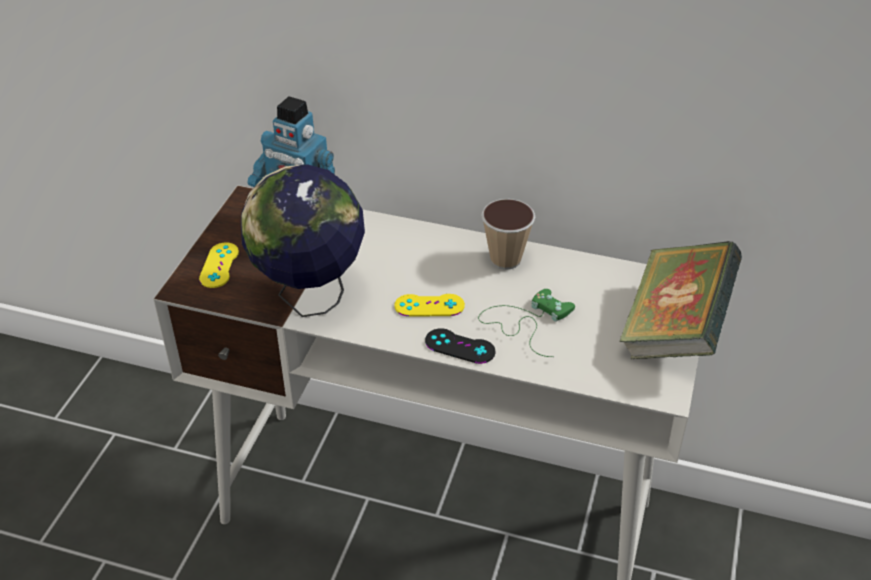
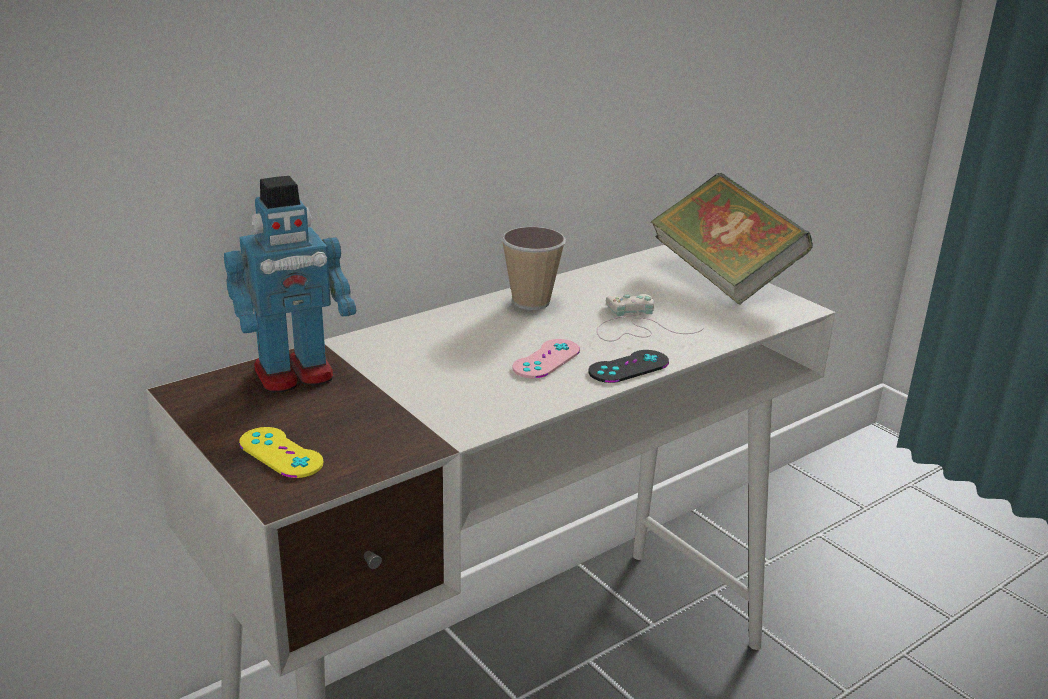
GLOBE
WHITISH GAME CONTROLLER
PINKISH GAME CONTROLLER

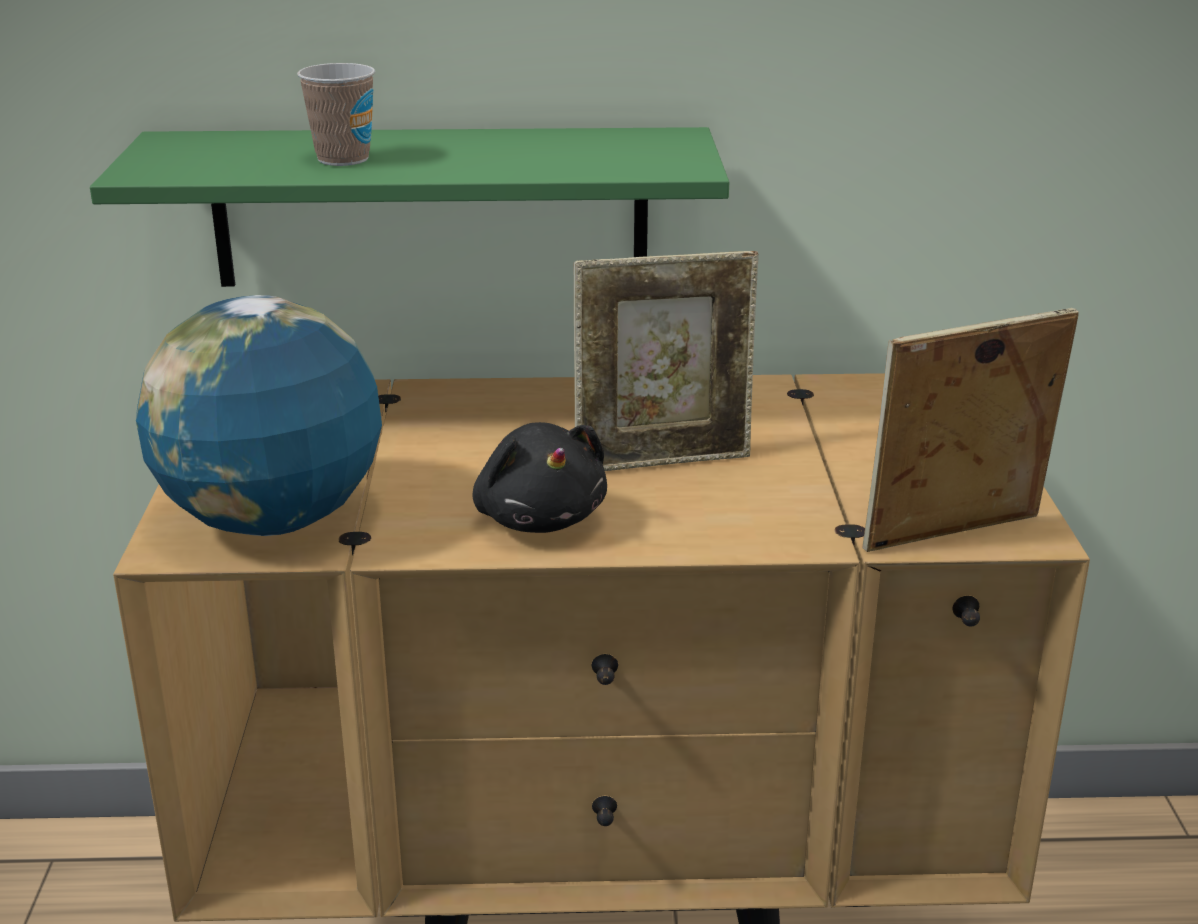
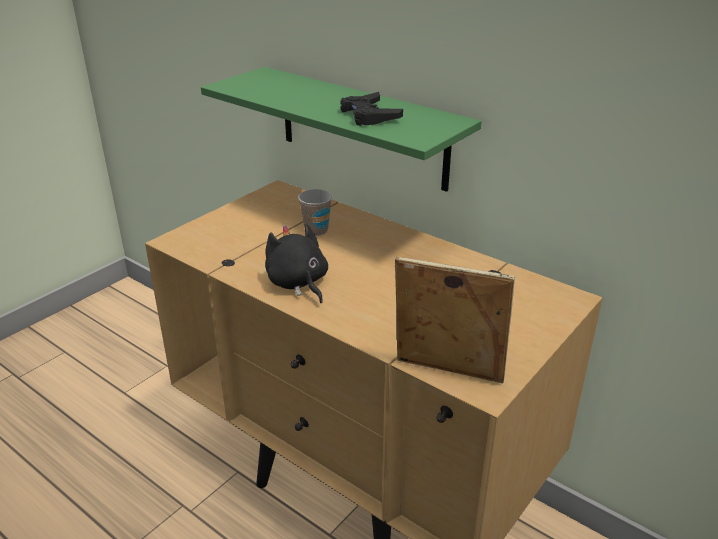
CUP
PHOTO FRAME (no. 1 from left in the first image)
GLOBE
BLACKISH CUDDLY TOY
BLACKISH GAME CONTROLLER

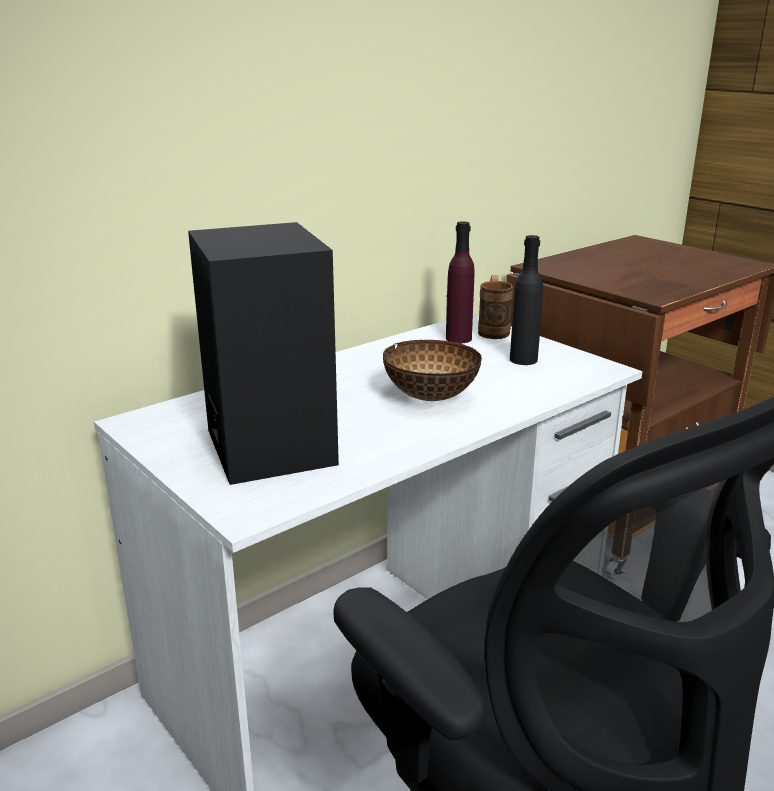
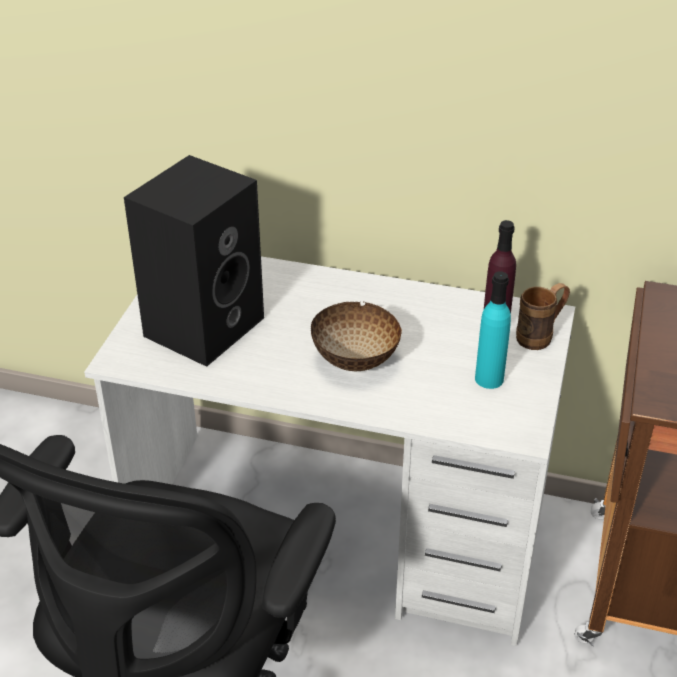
TURQUOISE-COLOURED BOTTLE

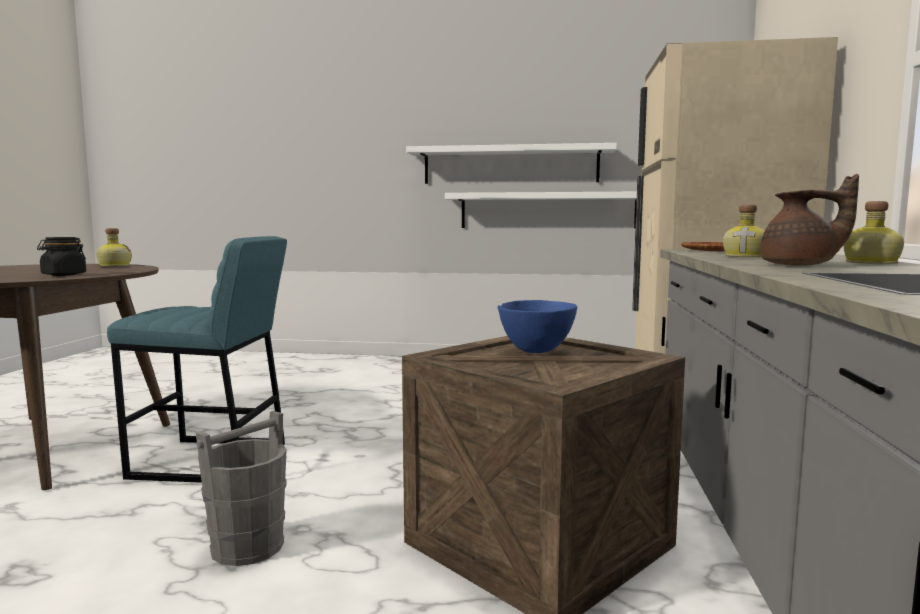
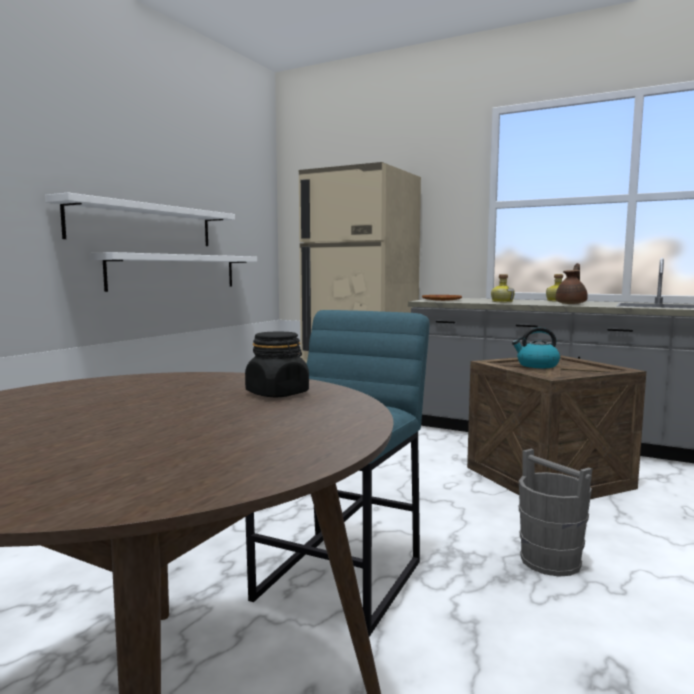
BOTTLE (no. 1 from left in the first image)
TEA KETTLE

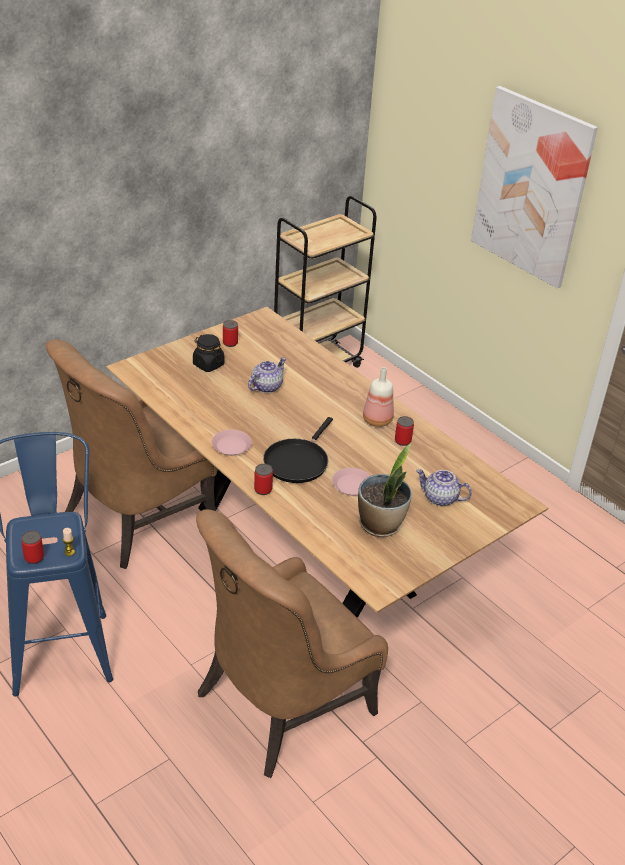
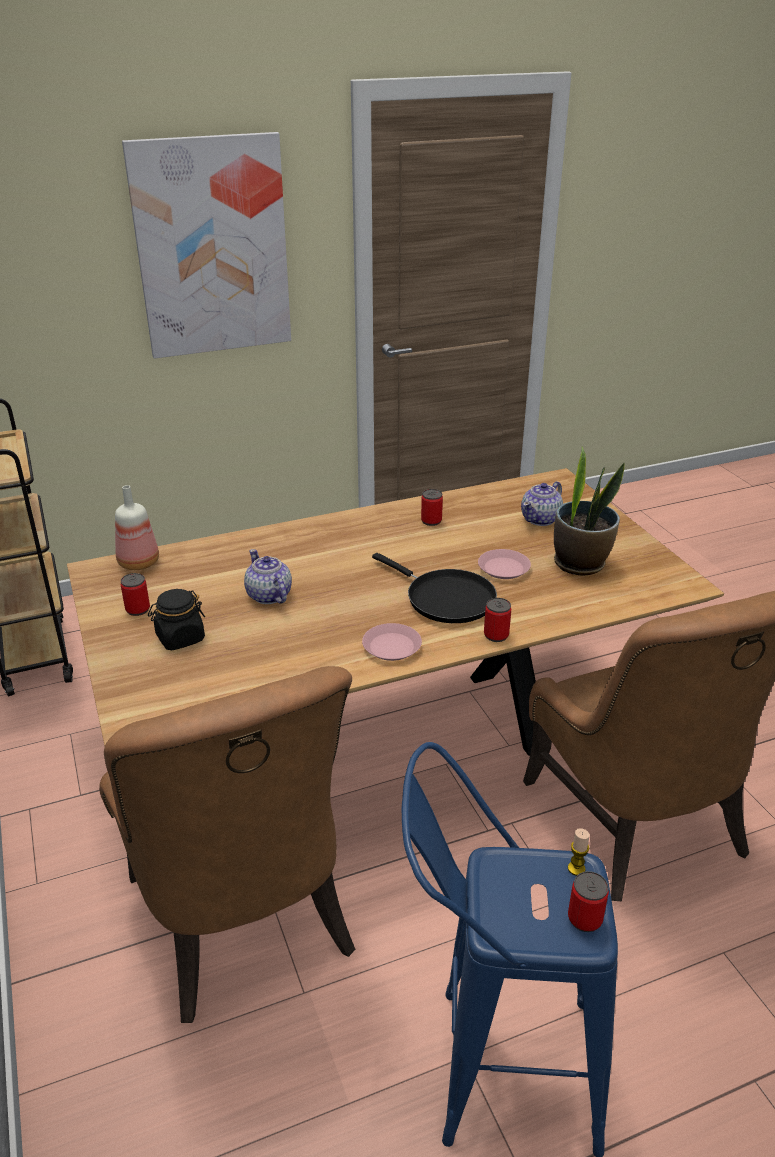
BOTTLE

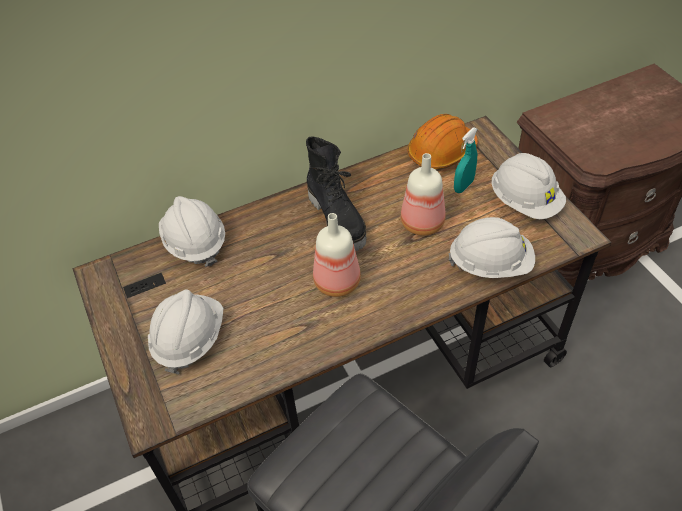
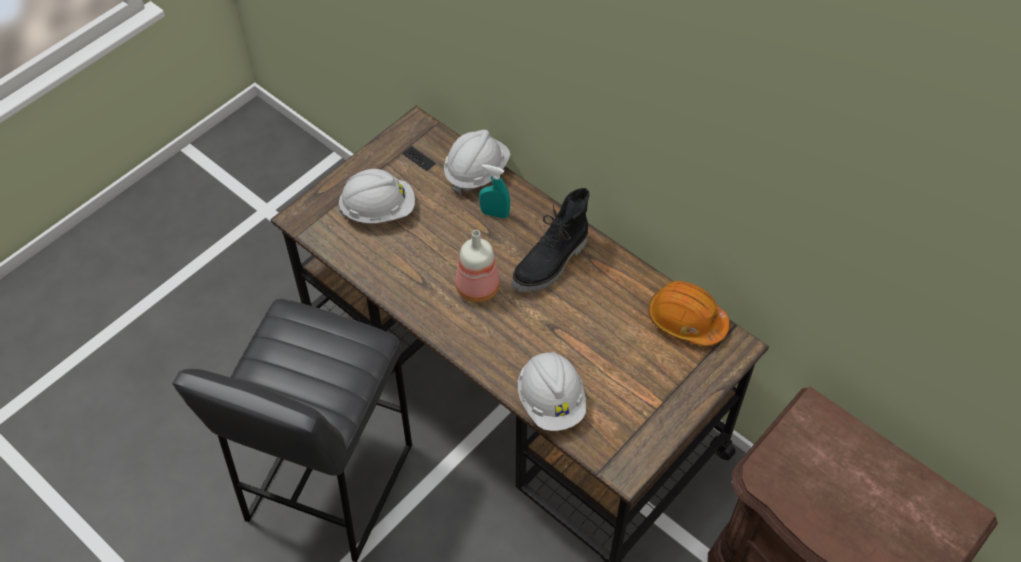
TURQUOISE-COLOURED HAND SPRAYER
BOTTLE (no. 2 from left in the first image)
WHITISH WORK HELMET (no. 4 from left in the first image)

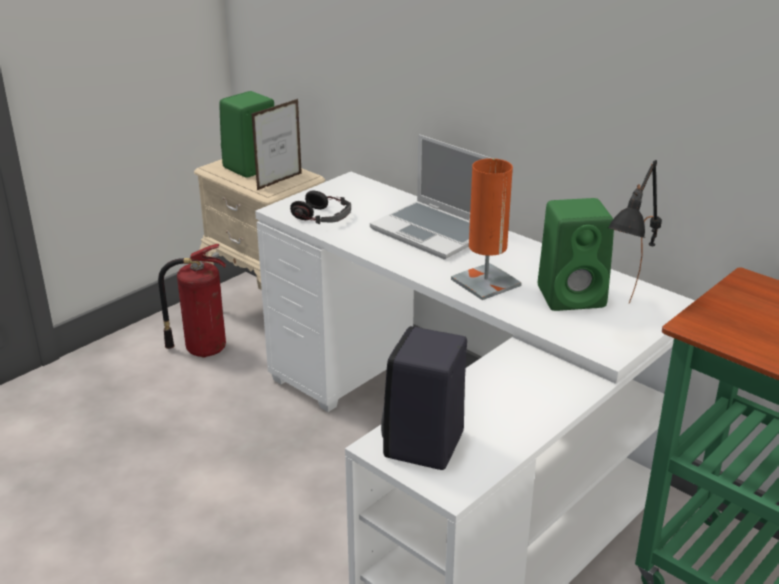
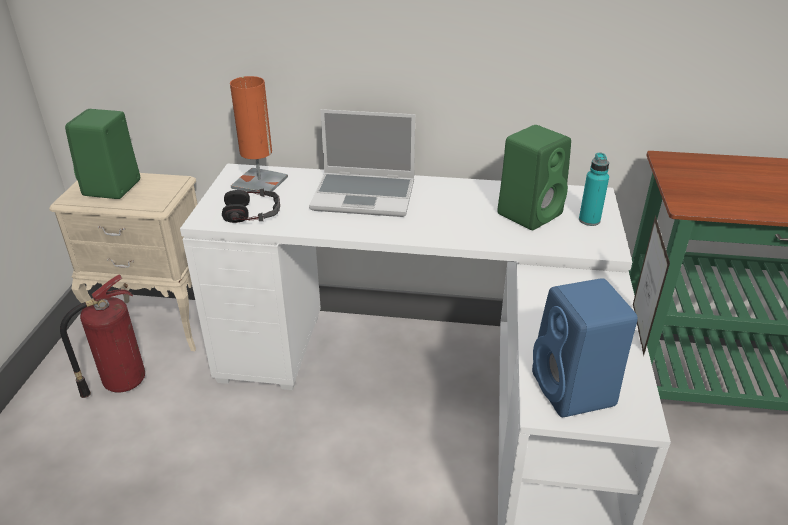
PHOTO FRAME
ORANGE TABLETOP LAMP
TURQUOISE-COLOURED BOTTLE
BLUE-COLOURED LOUDSPEAKER

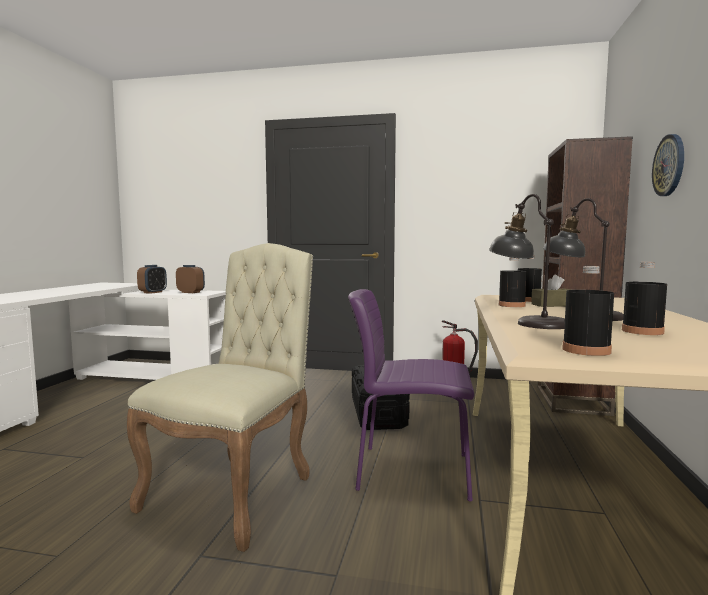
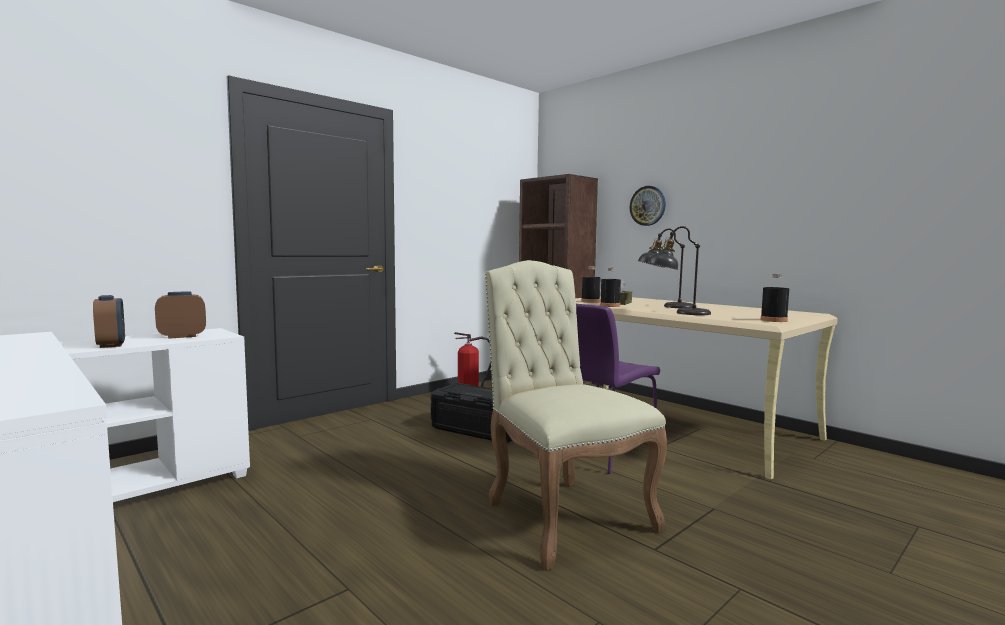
BLACKISH BOTTLE (no. 4 from left in the first image)

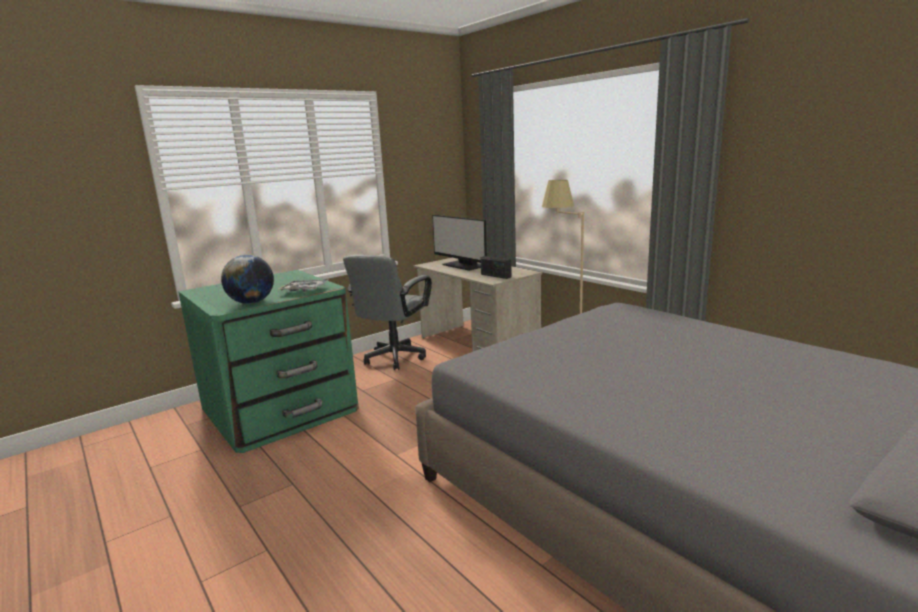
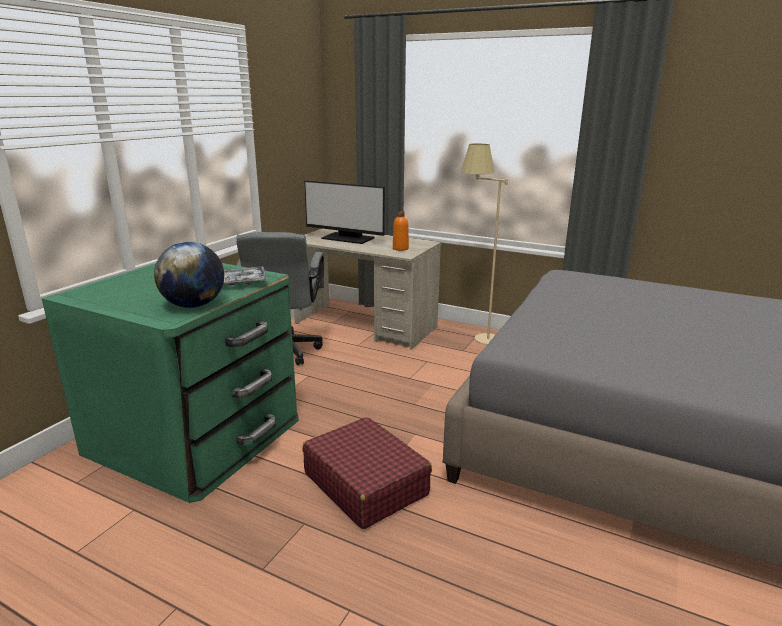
ORANGE BOTTLE
RED TRAVEL CASE

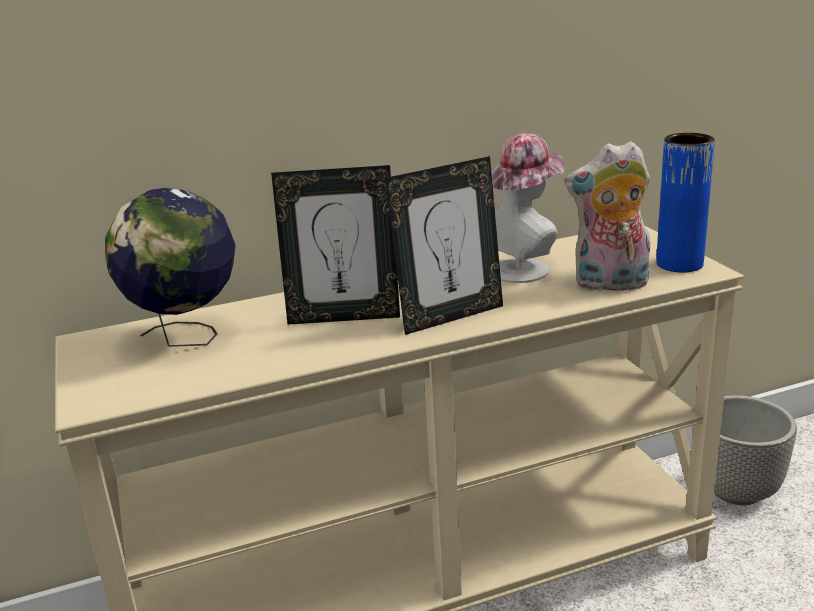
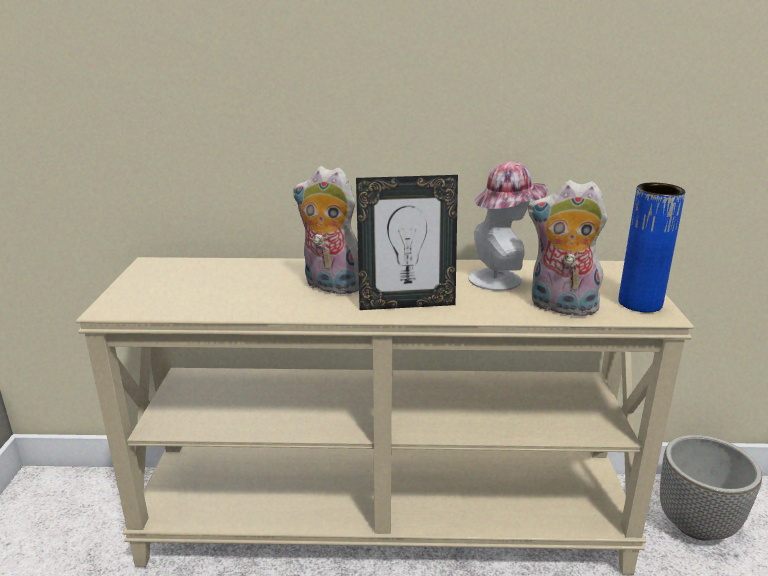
CUDDLY TOY (no. 1 from left)
GLOBE

